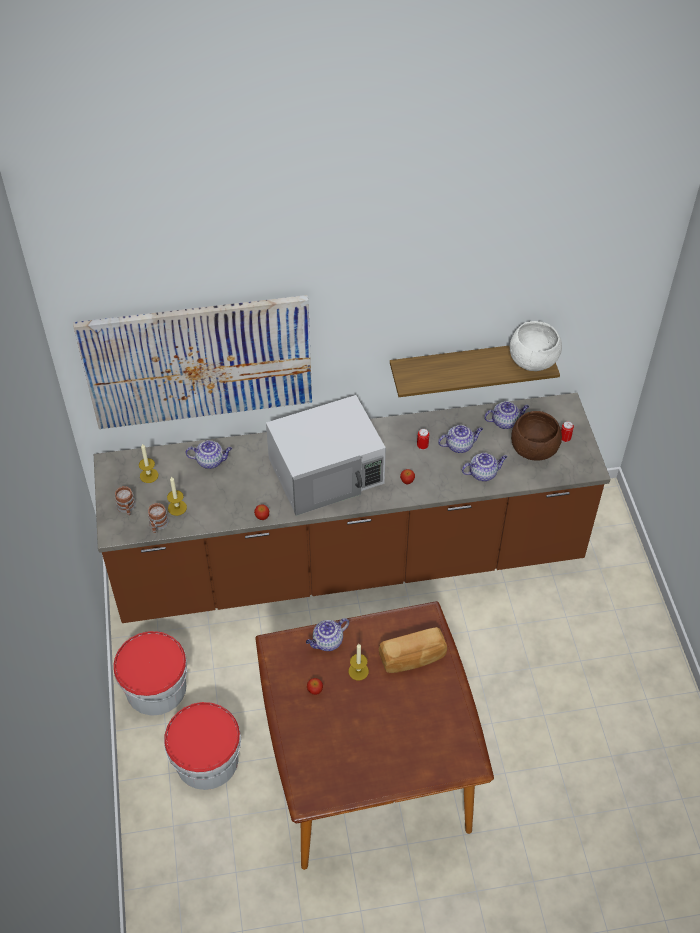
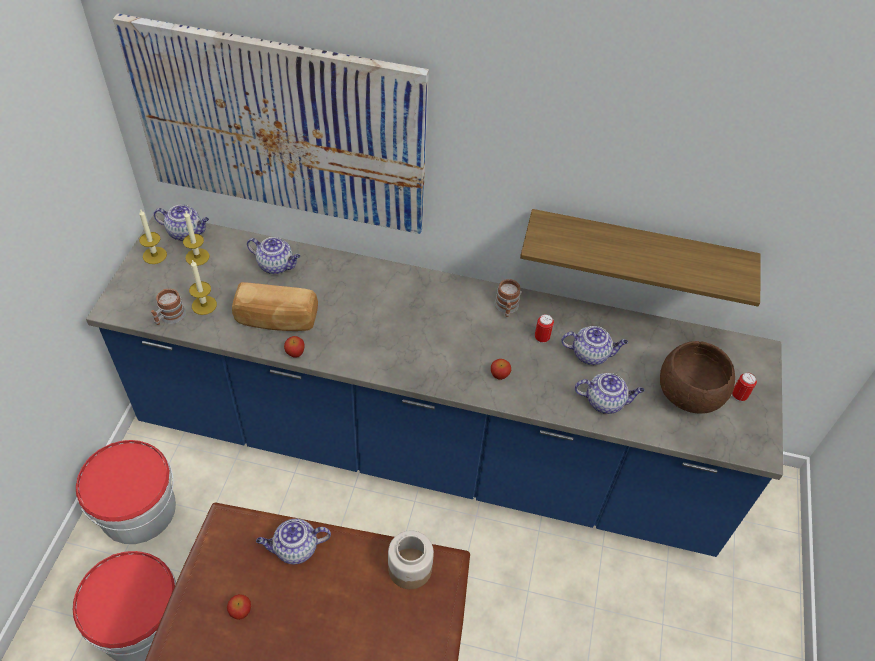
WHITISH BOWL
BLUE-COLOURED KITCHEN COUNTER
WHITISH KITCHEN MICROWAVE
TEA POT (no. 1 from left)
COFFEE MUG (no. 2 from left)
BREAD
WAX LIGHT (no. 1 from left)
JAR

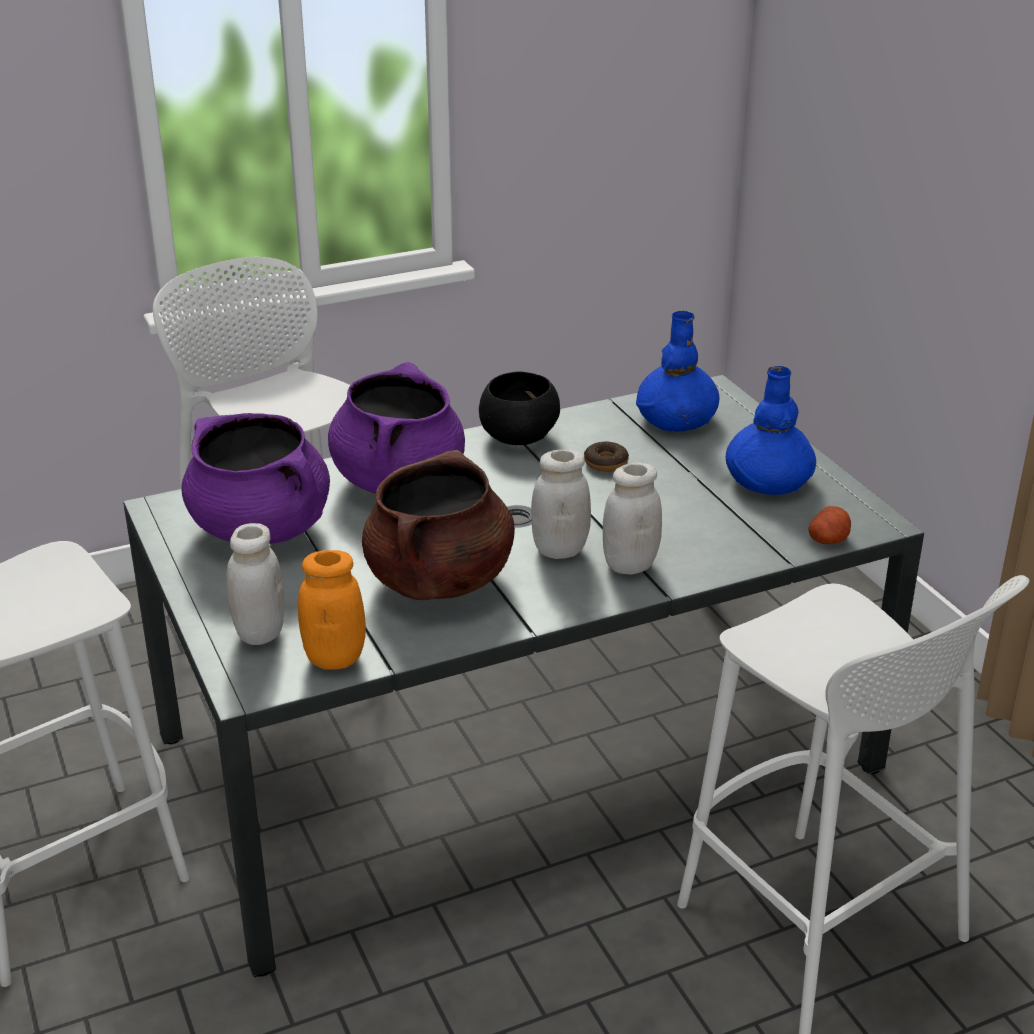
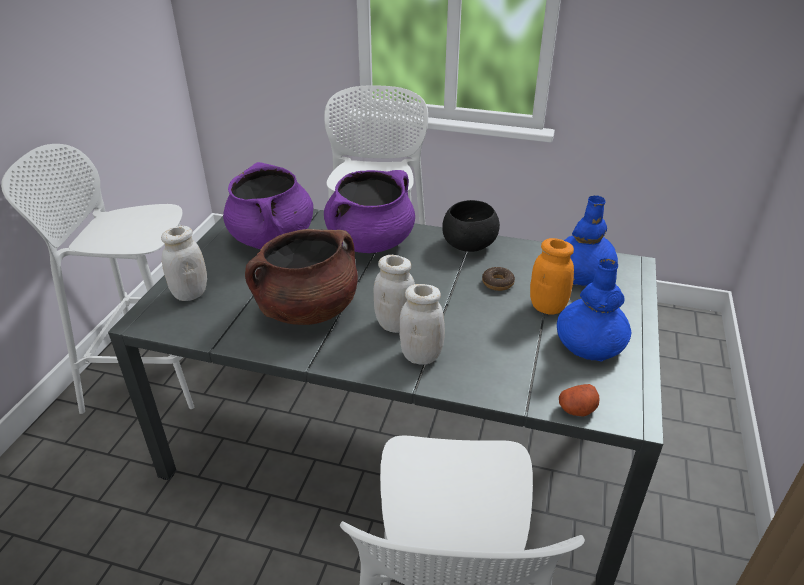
ORANGE JAR

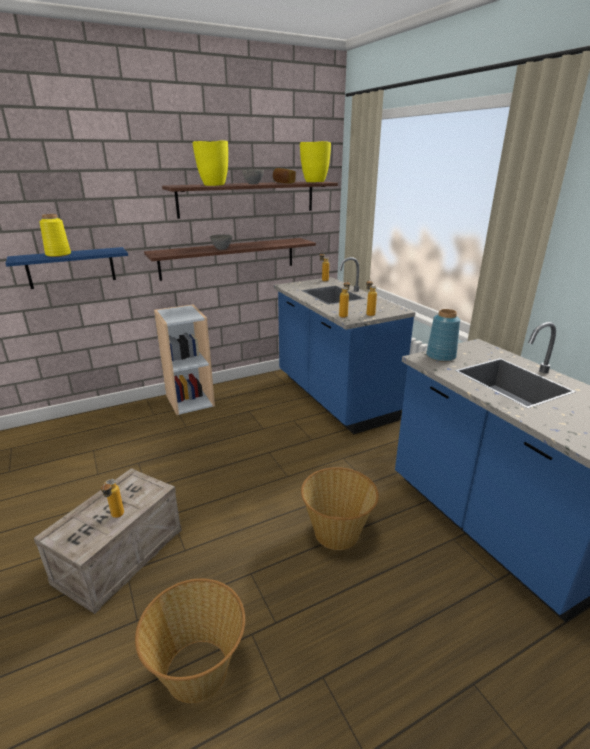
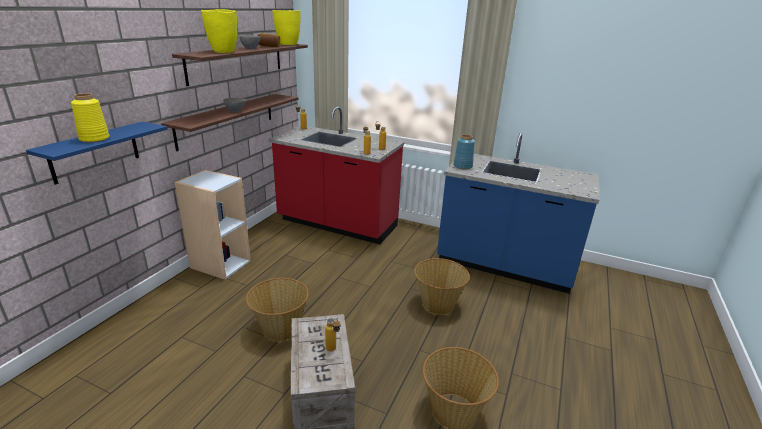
RED KITCHEN COUNTER
BASKET (no. 1 from left)

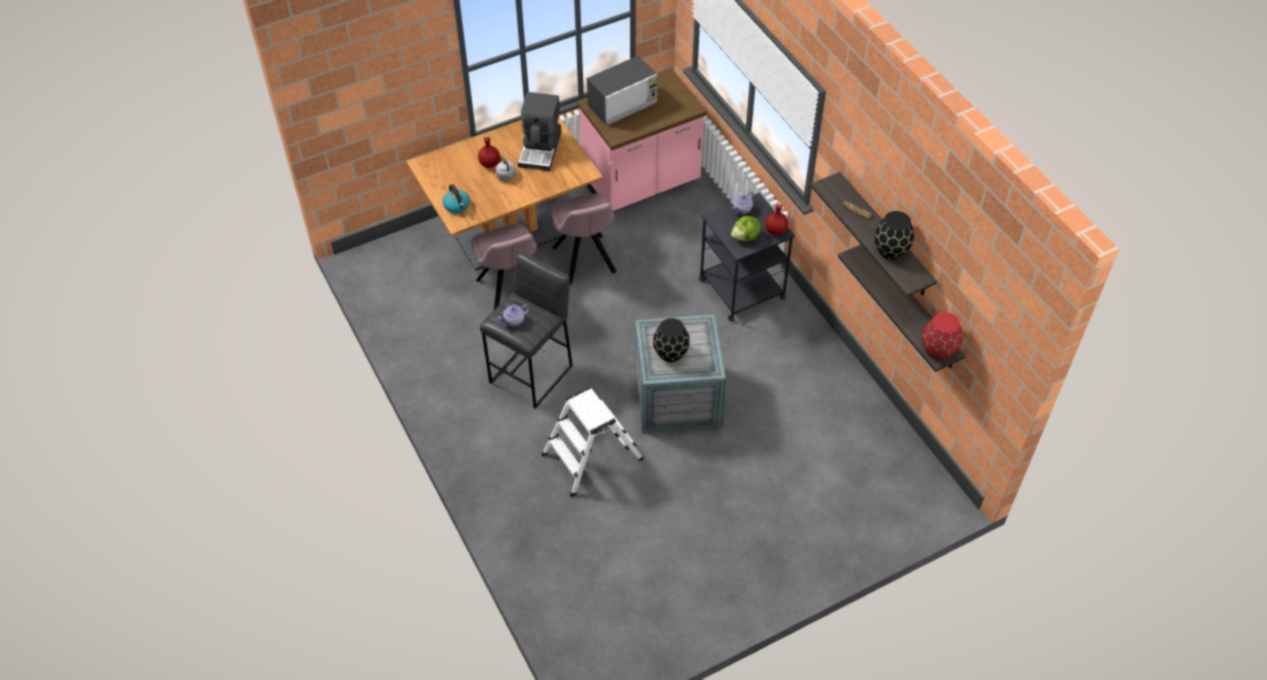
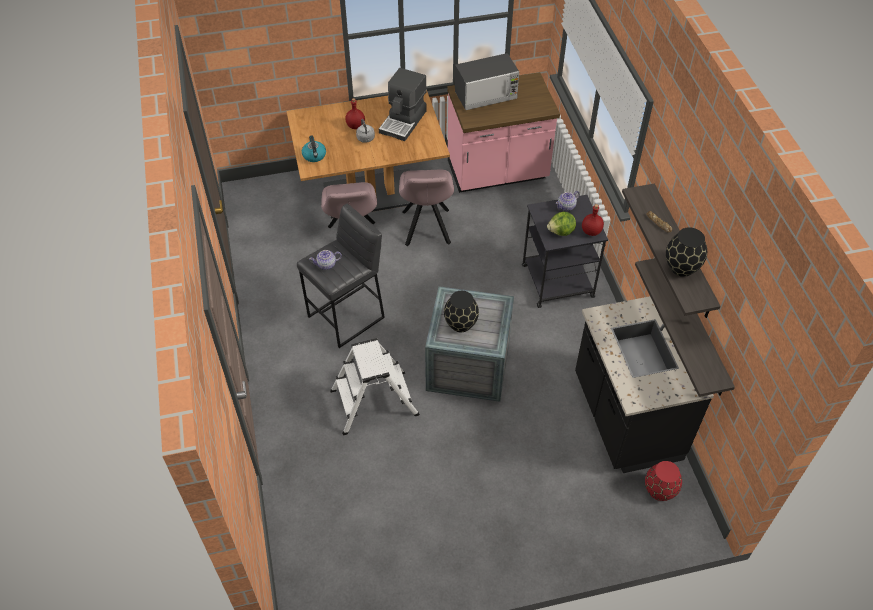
RED DECORATIVE VASE
BLACKISH KITCHEN COUNTER

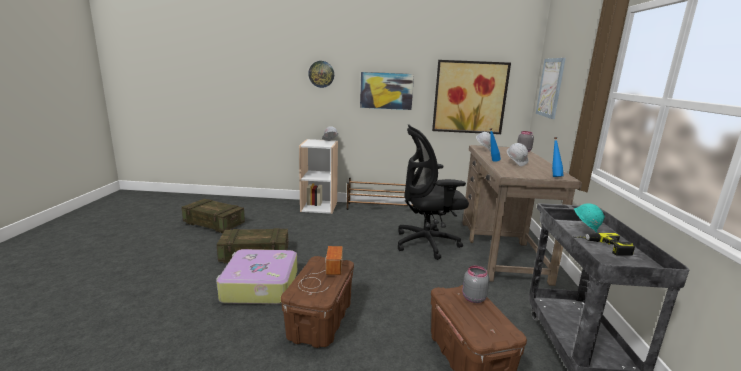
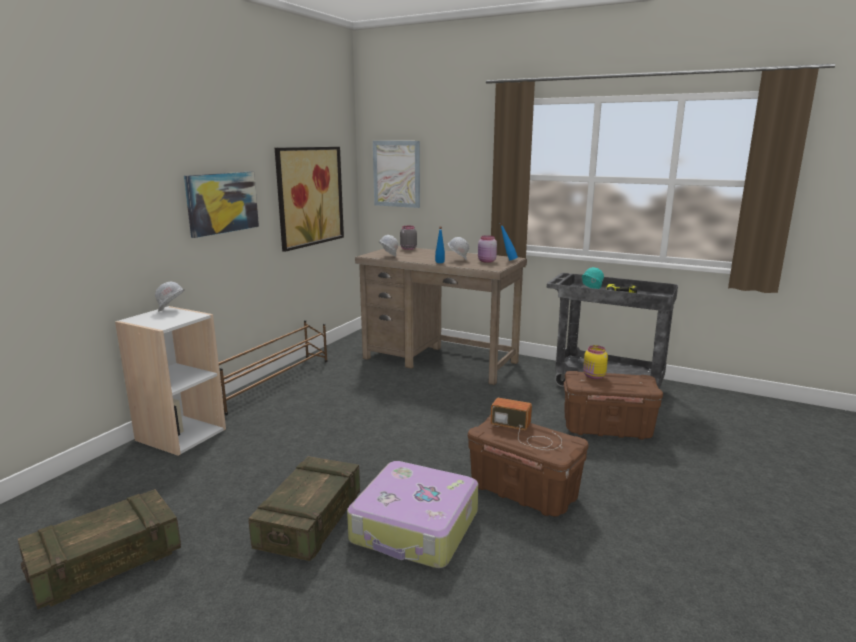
HANGING CLOCK
BLACKISH COMPUTER CHAIR
YELLOW-COLOURED JAR
PINKISH JAR

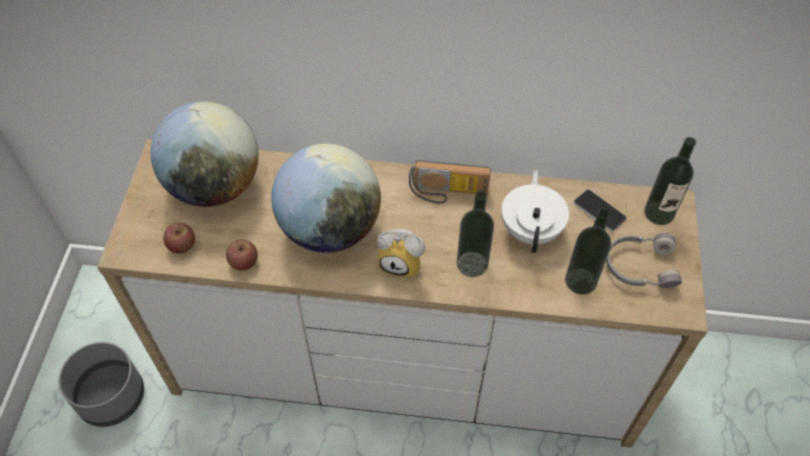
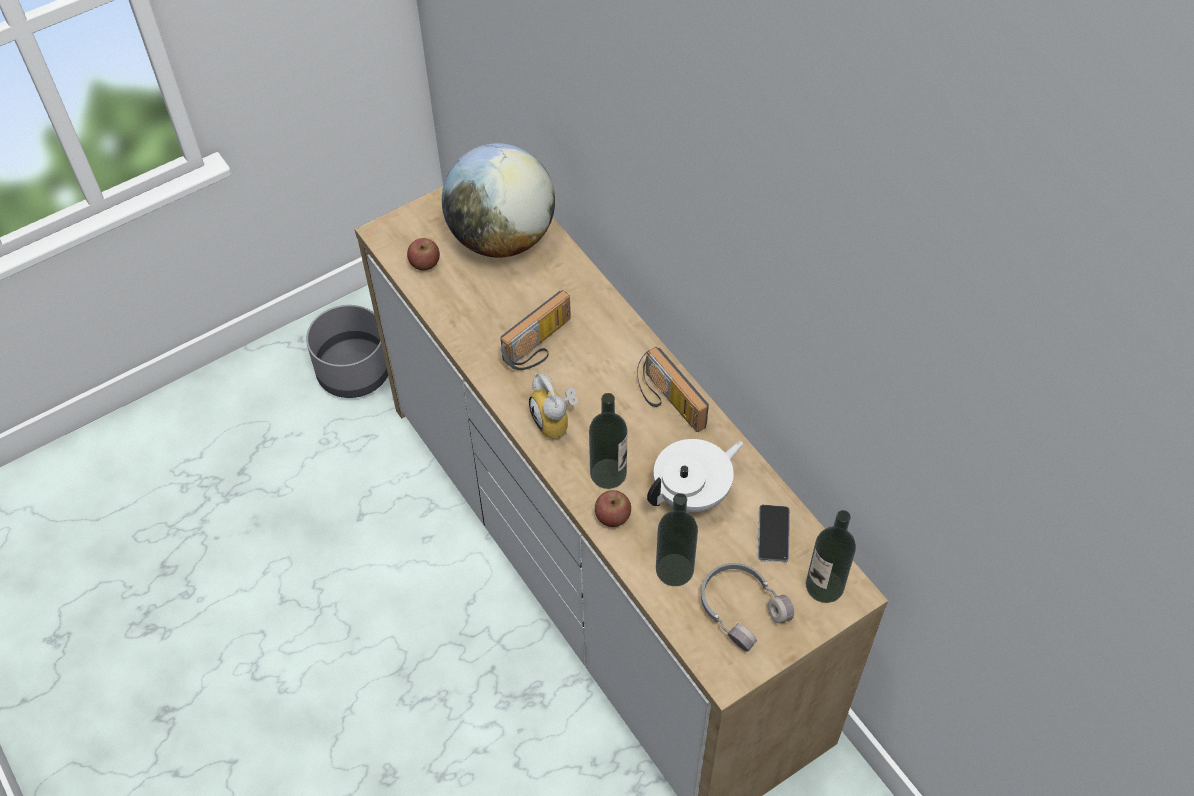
RADIO SET (no. 1 from left)
WHOLE APPLE (no. 2 from left)

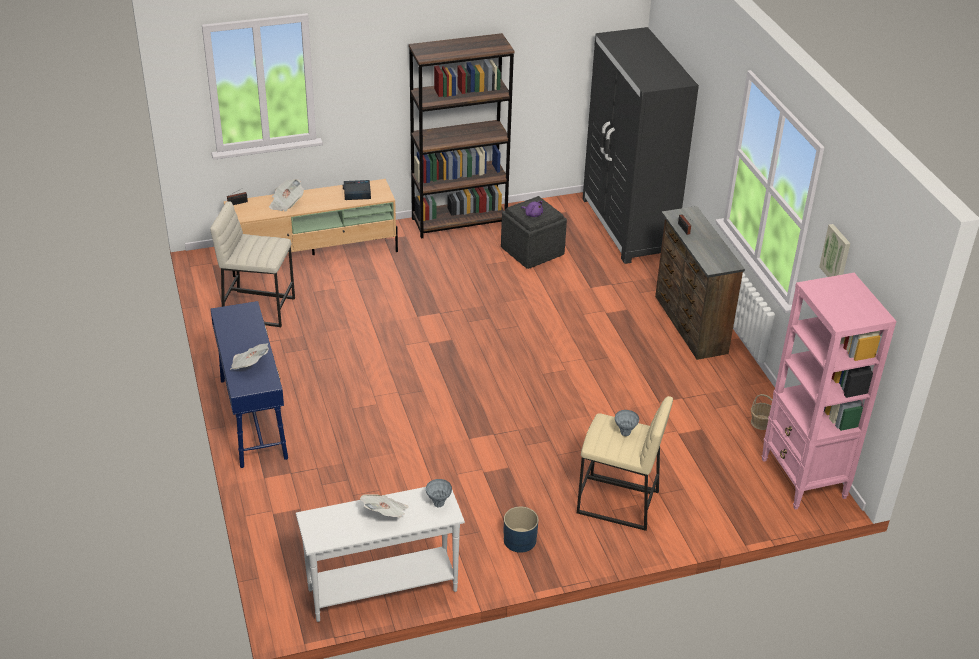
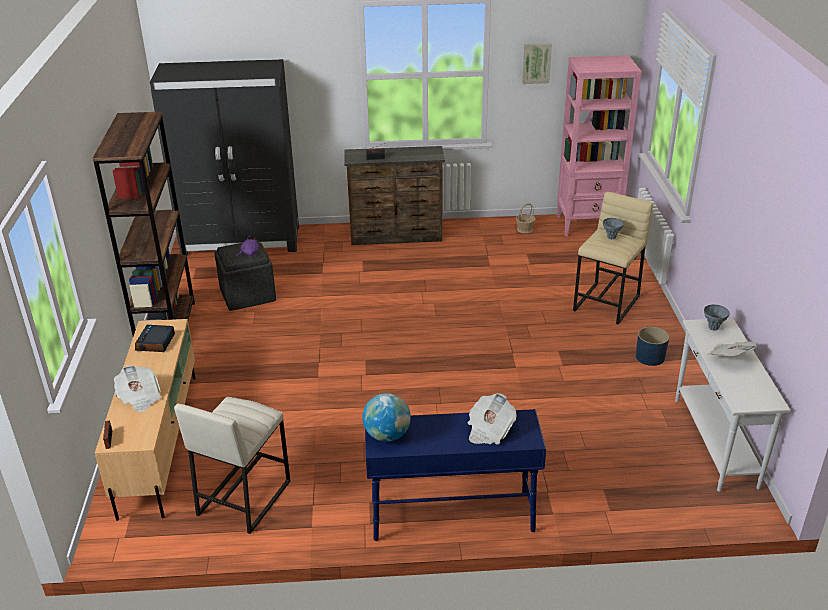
GLOBE

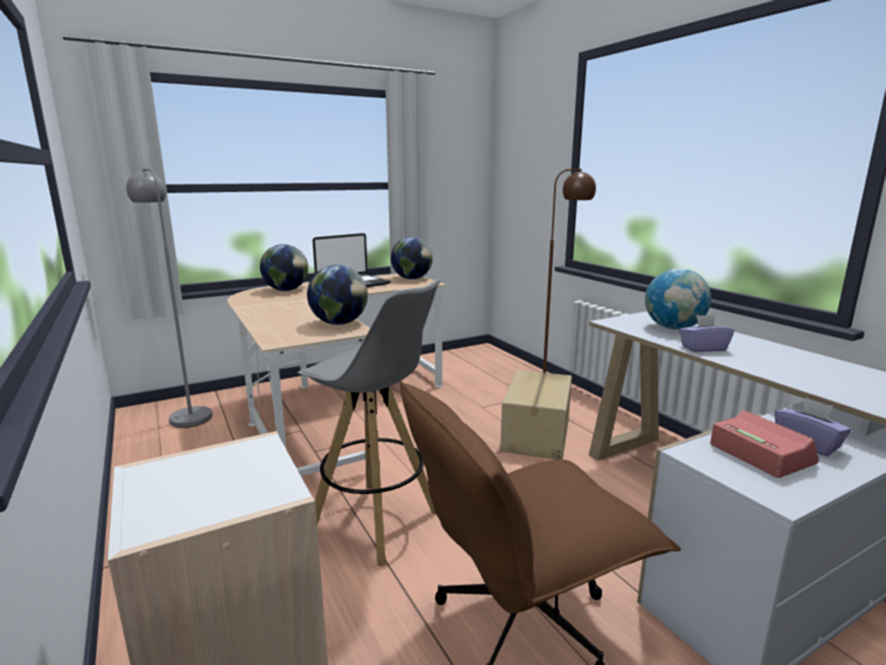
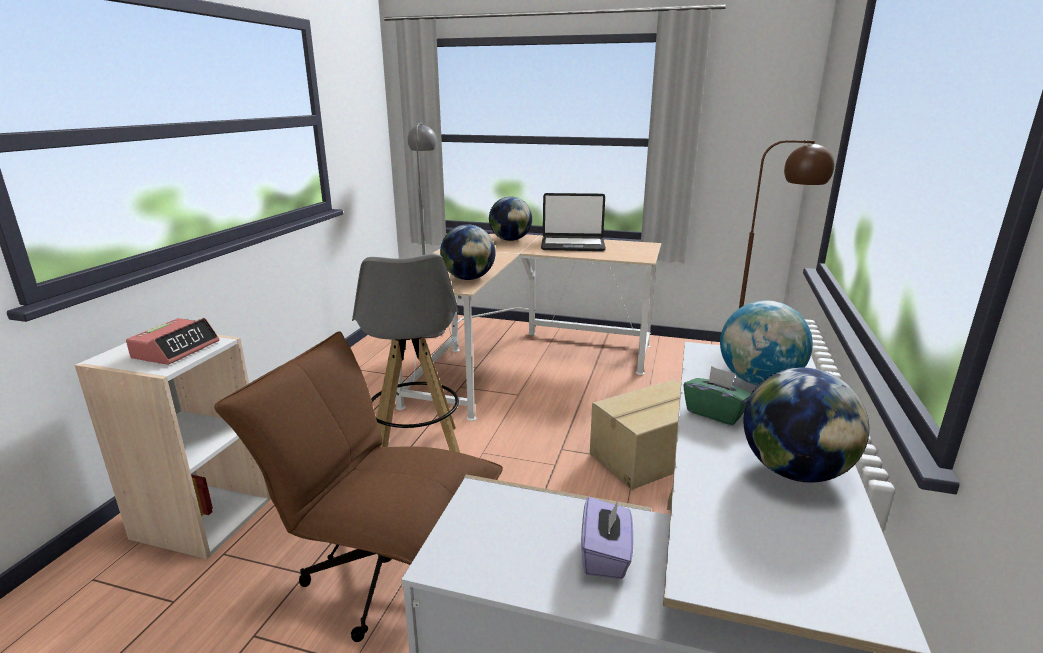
GLOBE (no. 4 from left)
GREEN-COLOURED BOX OF TISSUES
BEDSIDE CLOCK

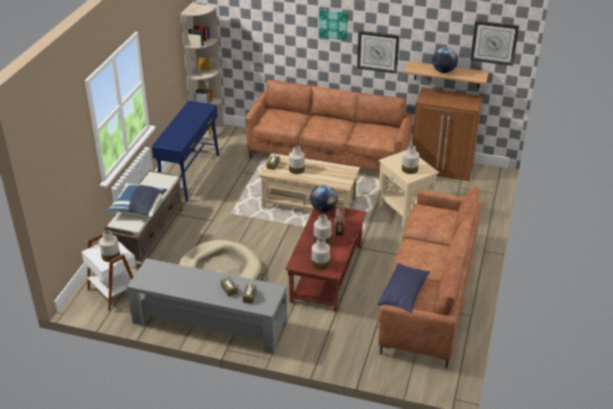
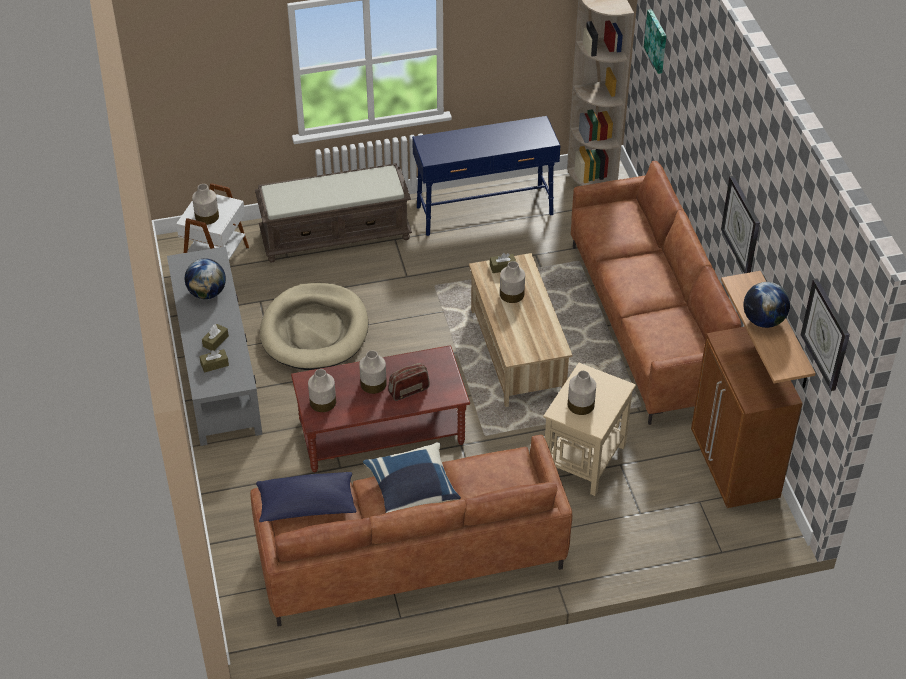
PICTURE
BLUE-COLOURED CUSHION (no. 2 from left)
GLOBE (no. 1 from left)

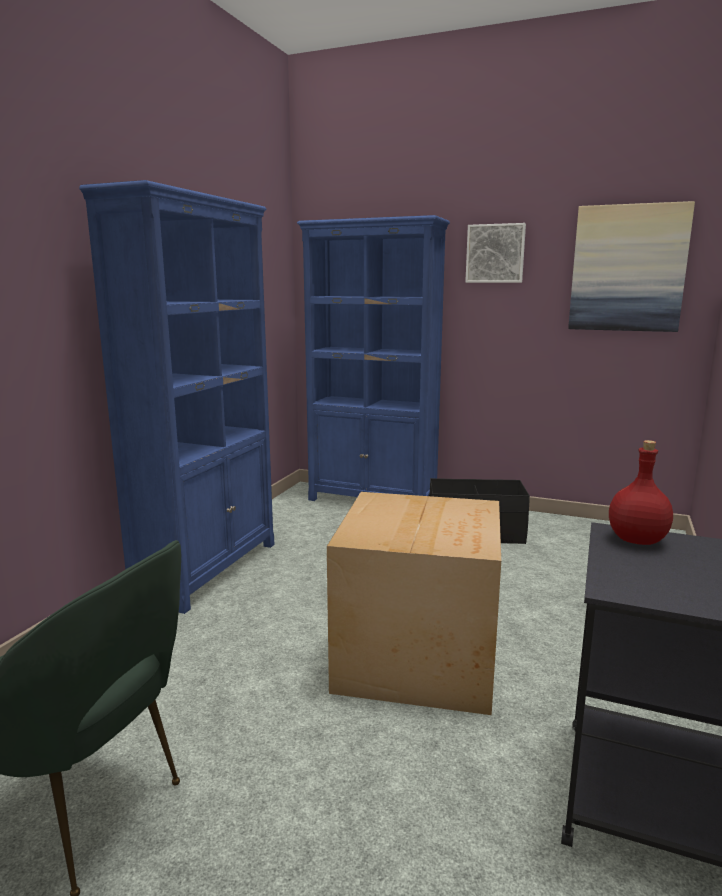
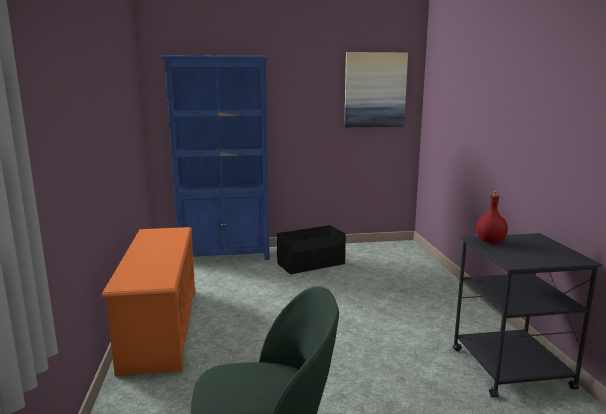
ORANGE SHOE STAND
PICTURE (no. 1 from left in the first image)
PACKING BOX

